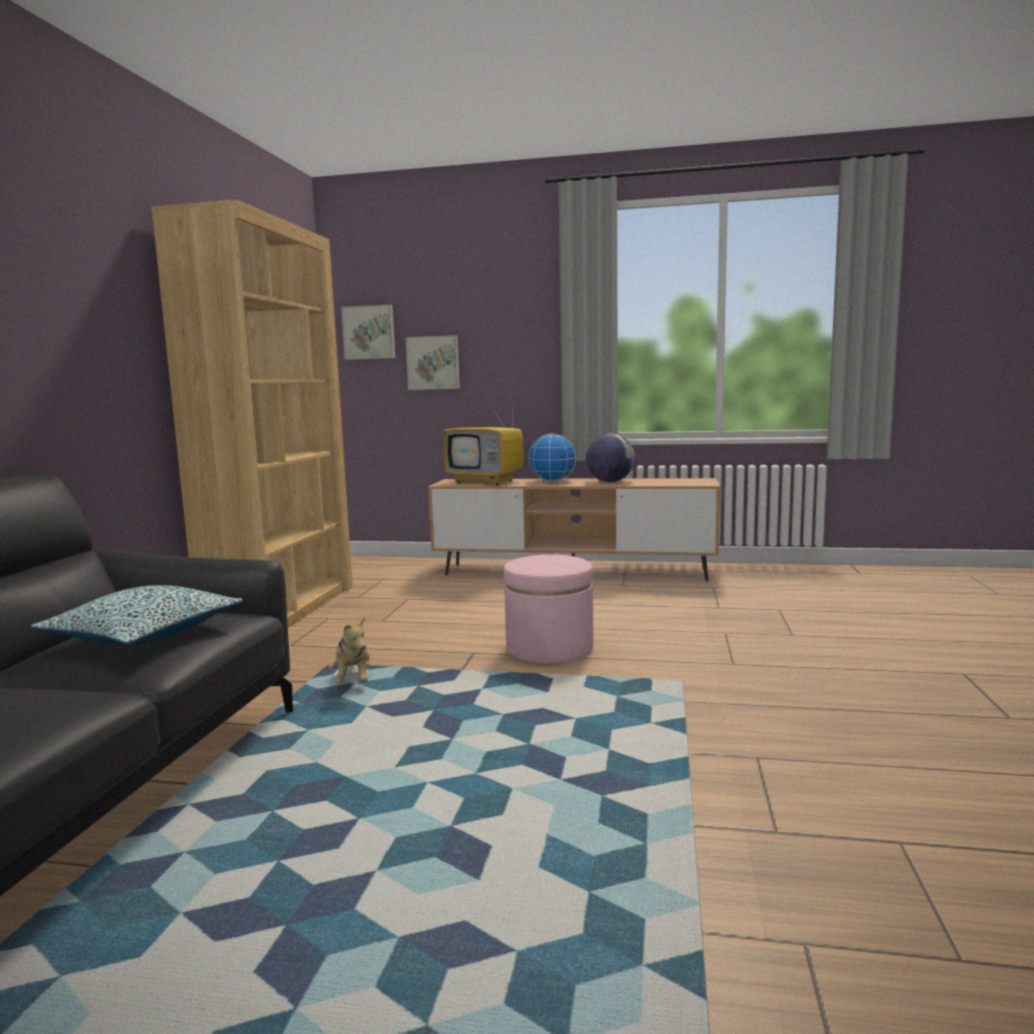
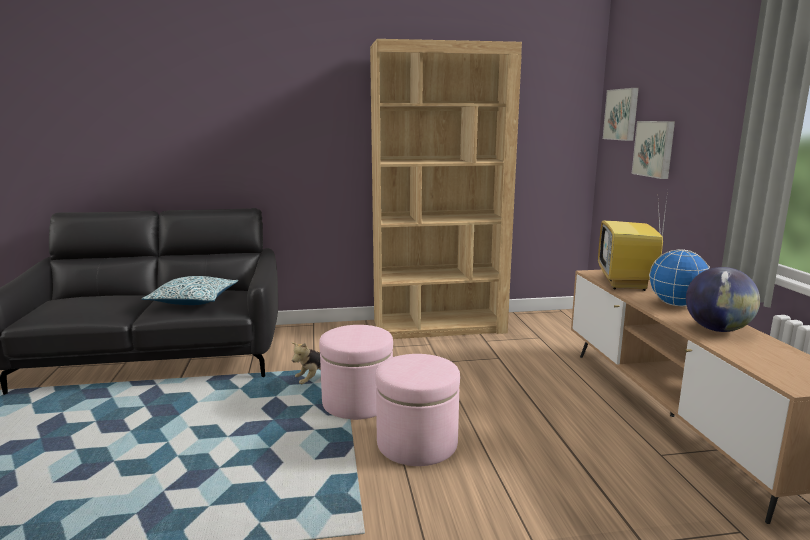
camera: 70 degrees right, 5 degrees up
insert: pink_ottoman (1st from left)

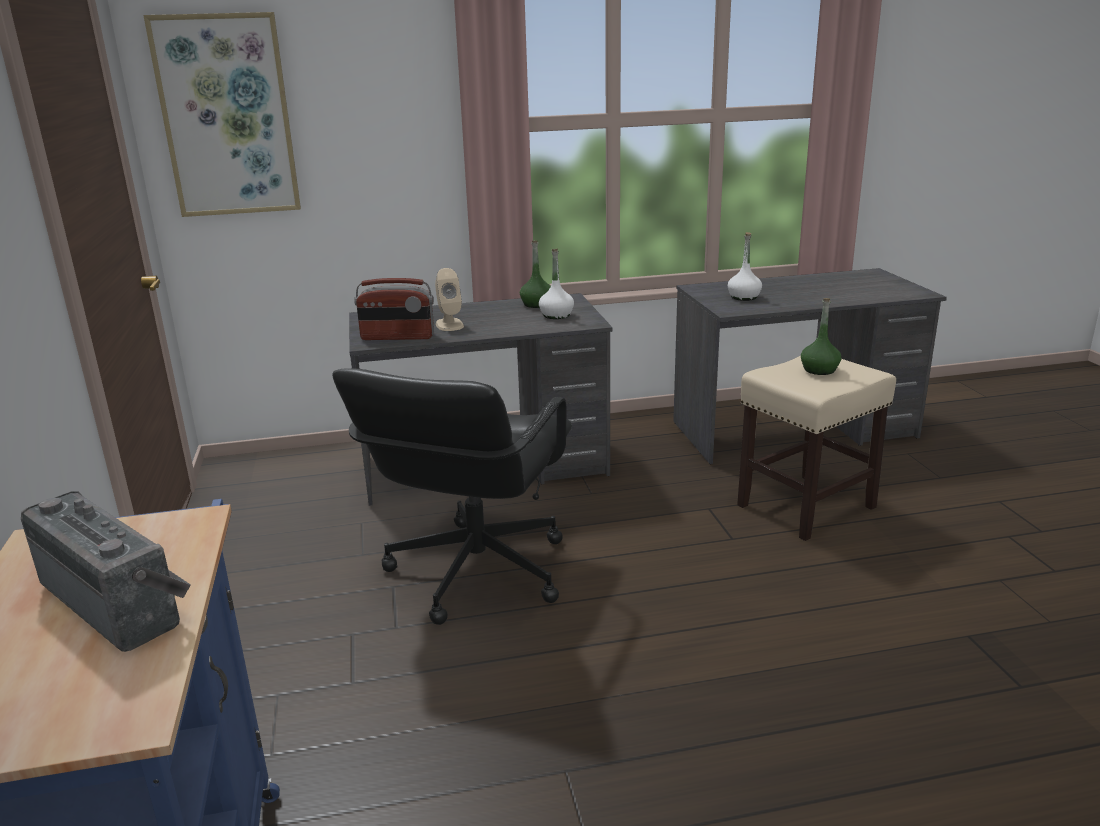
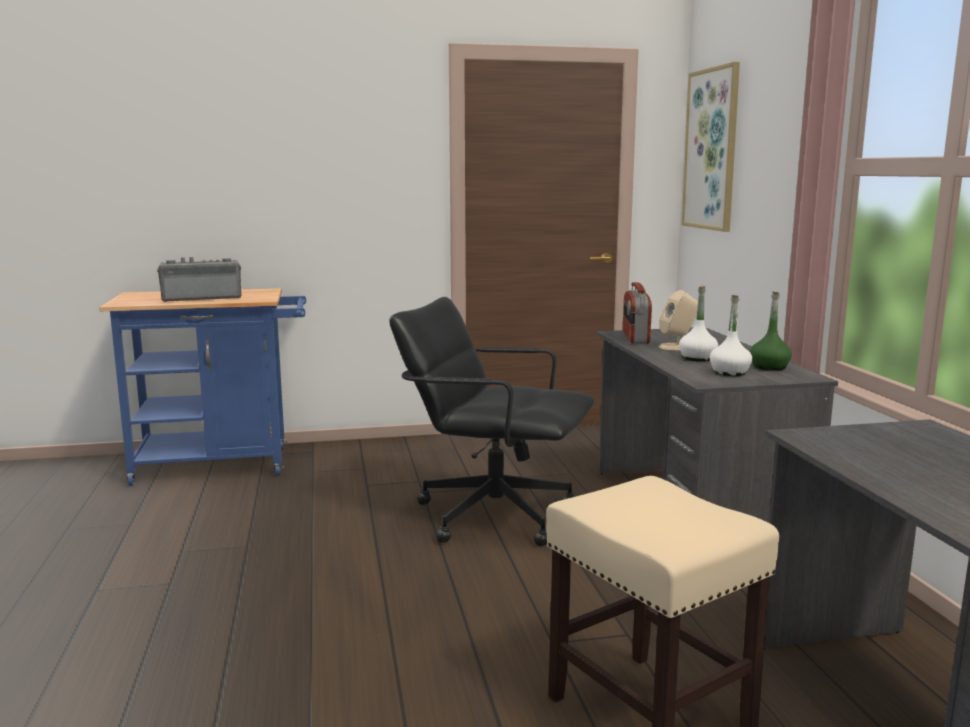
camera: 90 degrees right, 10 degrees down
delete: green_bottle (2nd from left)
move: white_bottle (2nd from left in the first image) to white_bottle (1st from left)
rotate: radio (1st from left) 150 degrees counterclockwise

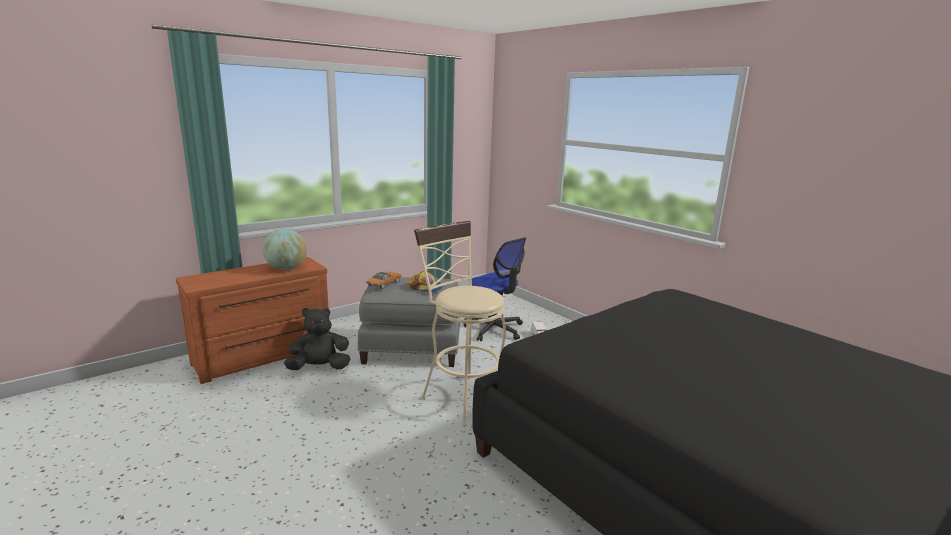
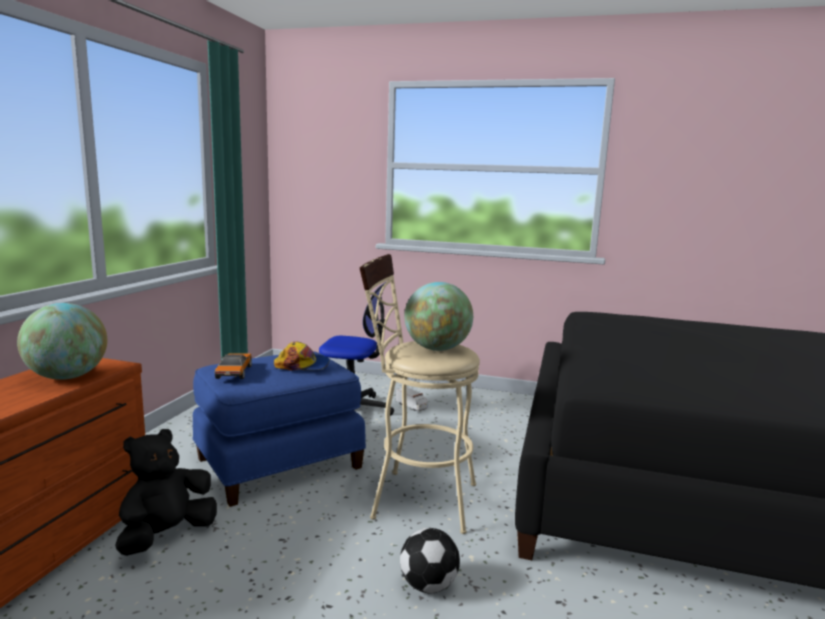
camera: 35 degrees left, 5 degrees down
insert: globe (2nd from left); football
recolor: grey_ottoman to blue_ottoman

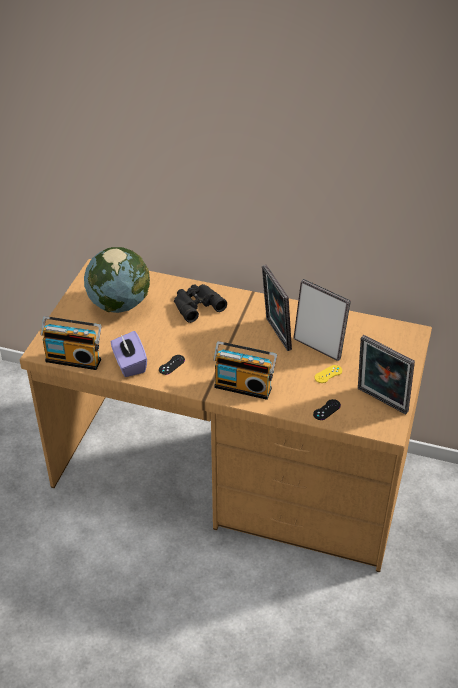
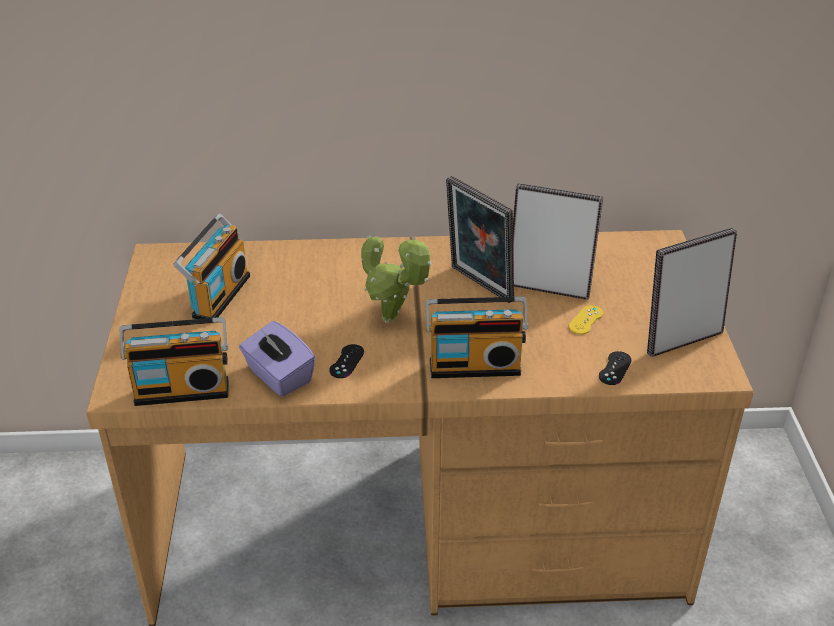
camera: 20 degrees left, 5 degrees down
delete: black_binoculars
insert: potted_plant
replace: globe to radio (2nd from left)
rotate: picture_frame (3rd from left) 135 degrees clockwise

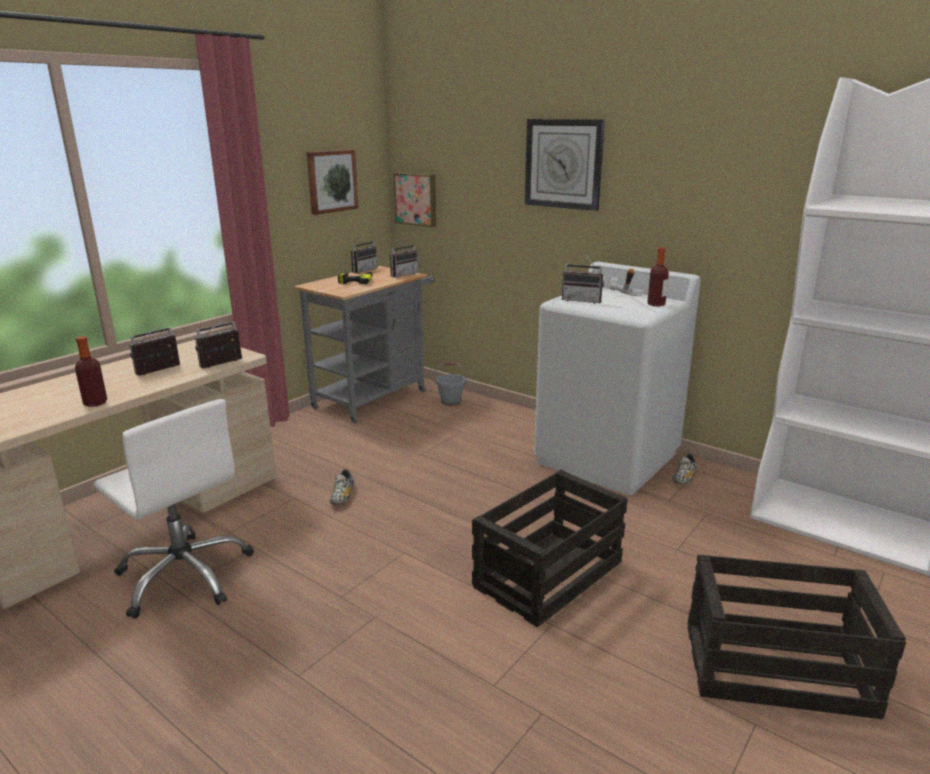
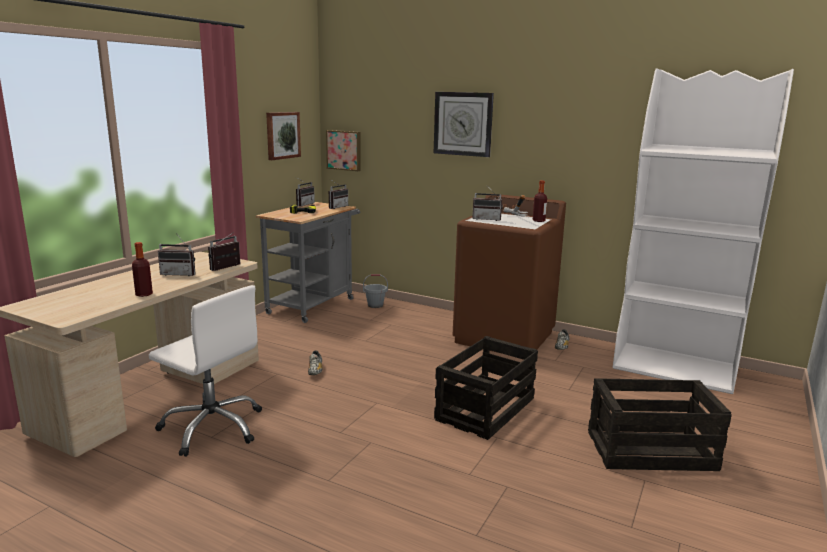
camera: 10 degrees left, 5 degrees down
recolor: white_washing_machine to brown_washing_machine
rotate: radio (1st from left) 120 degrees counterclockwise

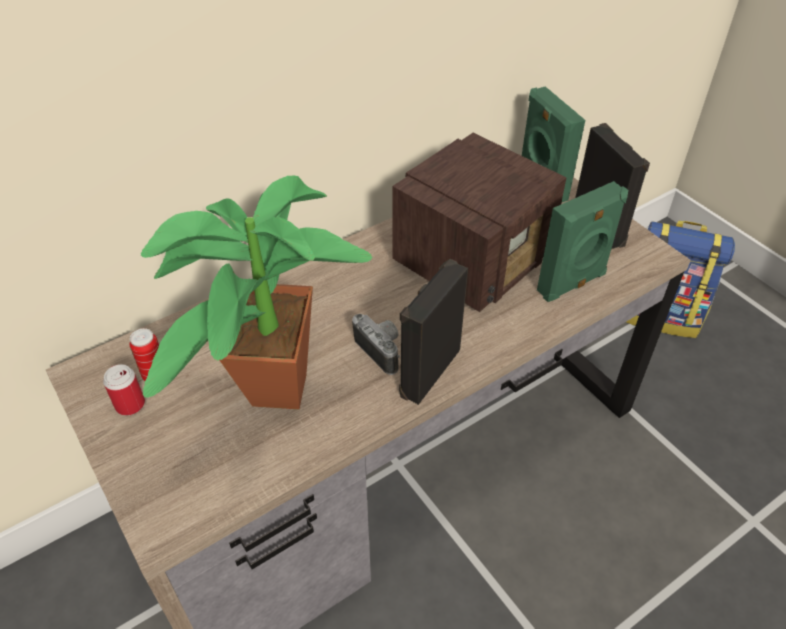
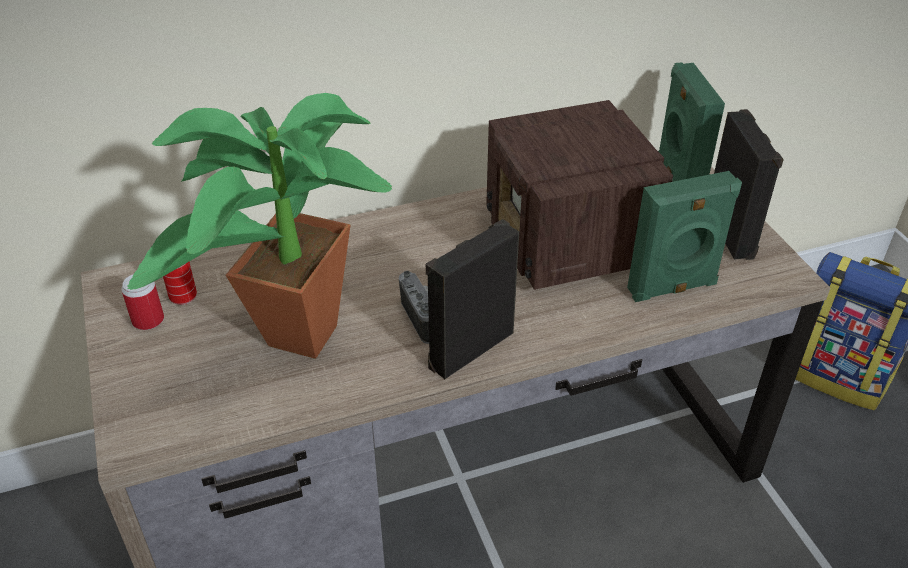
camera: 15 degrees right, 5 degrees down
rotate: radio 105 degrees clockwise

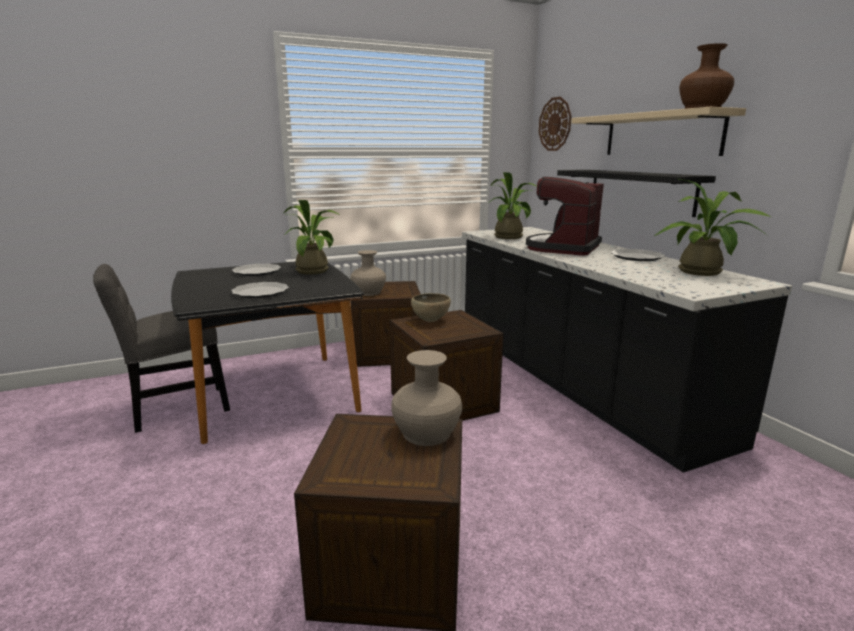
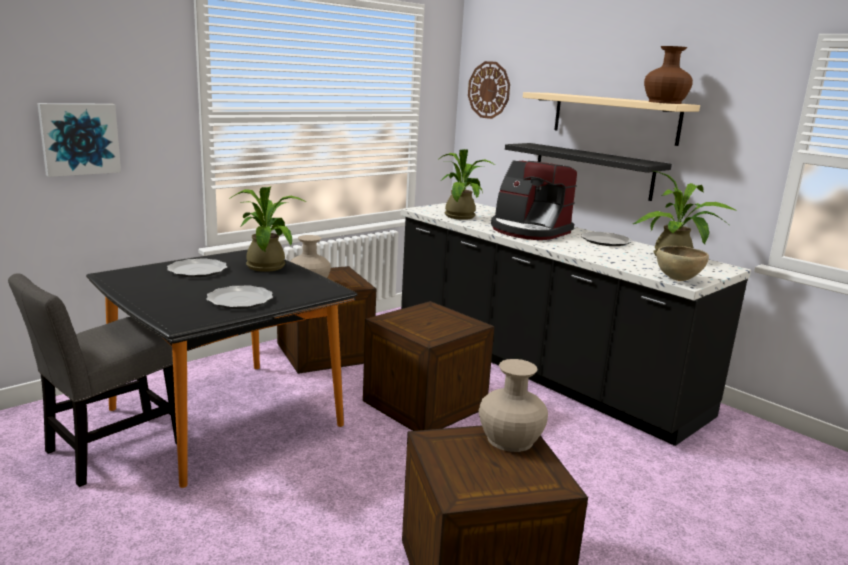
camera: 20 degrees left, 0 degrees up
insert: picture
move: brown_bowl
rotate: coffee_machine 60 degrees counterclockwise

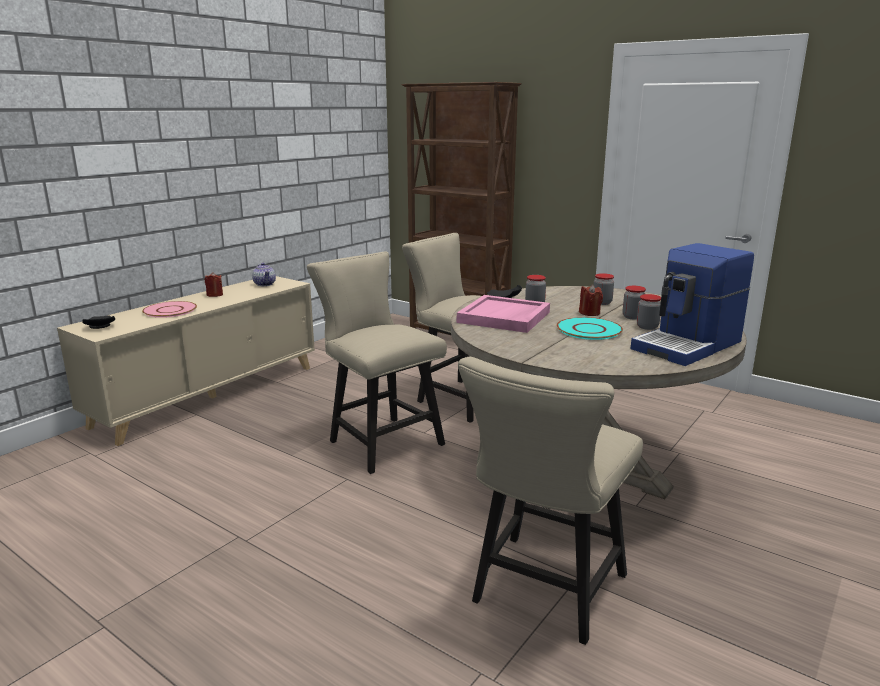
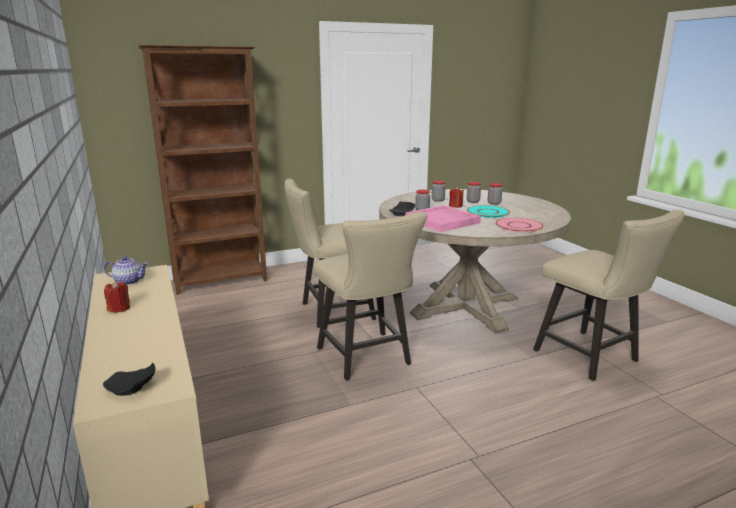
camera: 60 degrees left, 0 degrees up
delete: coffee_machine
move: pink_plate
rotate: beige_chair (1st from left in the first image) 105 degrees counterclockwise

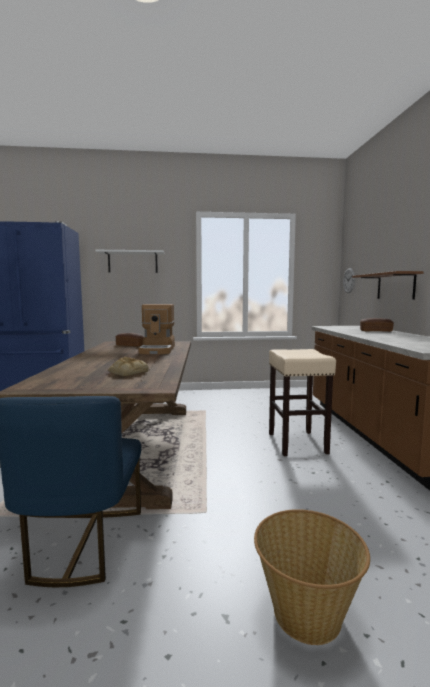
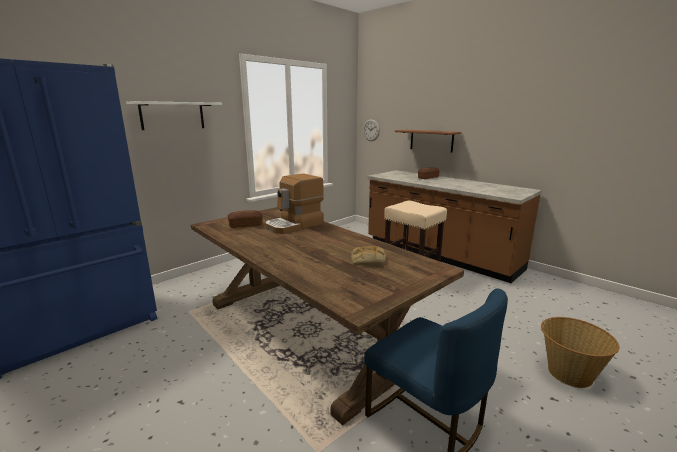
camera: 40 degrees left, 10 degrees up
rotate: coffee_machine 90 degrees clockwise

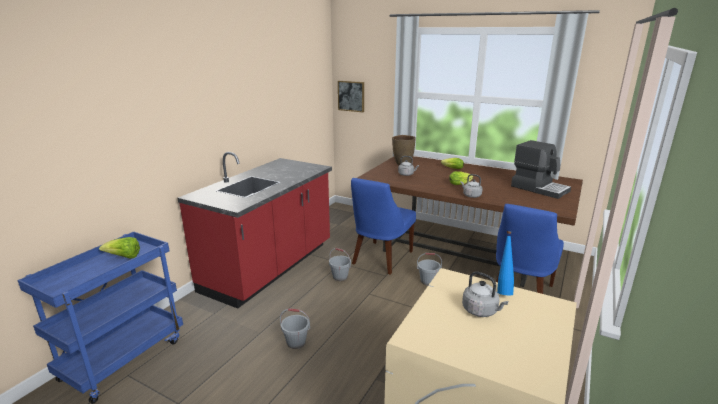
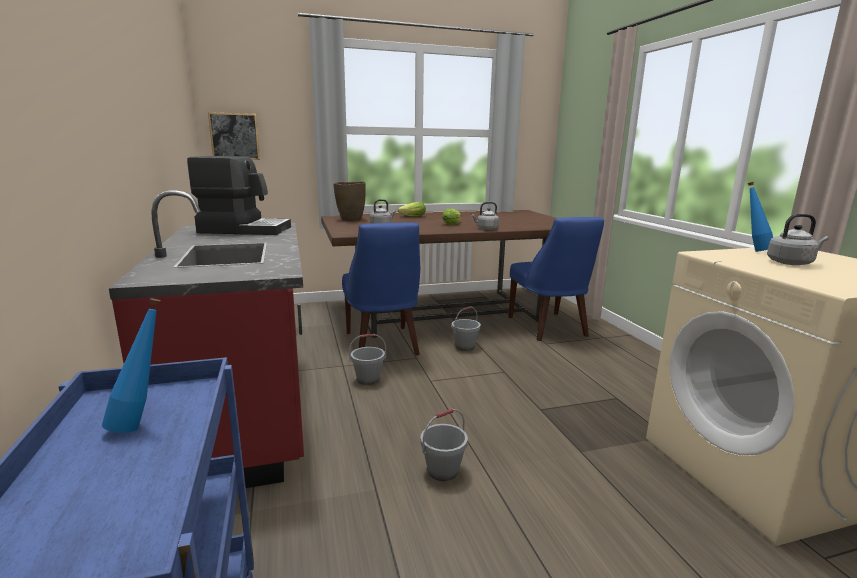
camera: 45 degrees left, 5 degrees down
move: coffee_machine
replace: lettuce (1st from left) to blue_bottle (1st from left)

